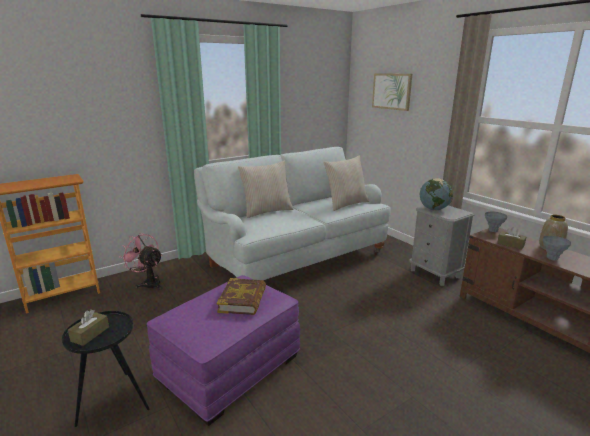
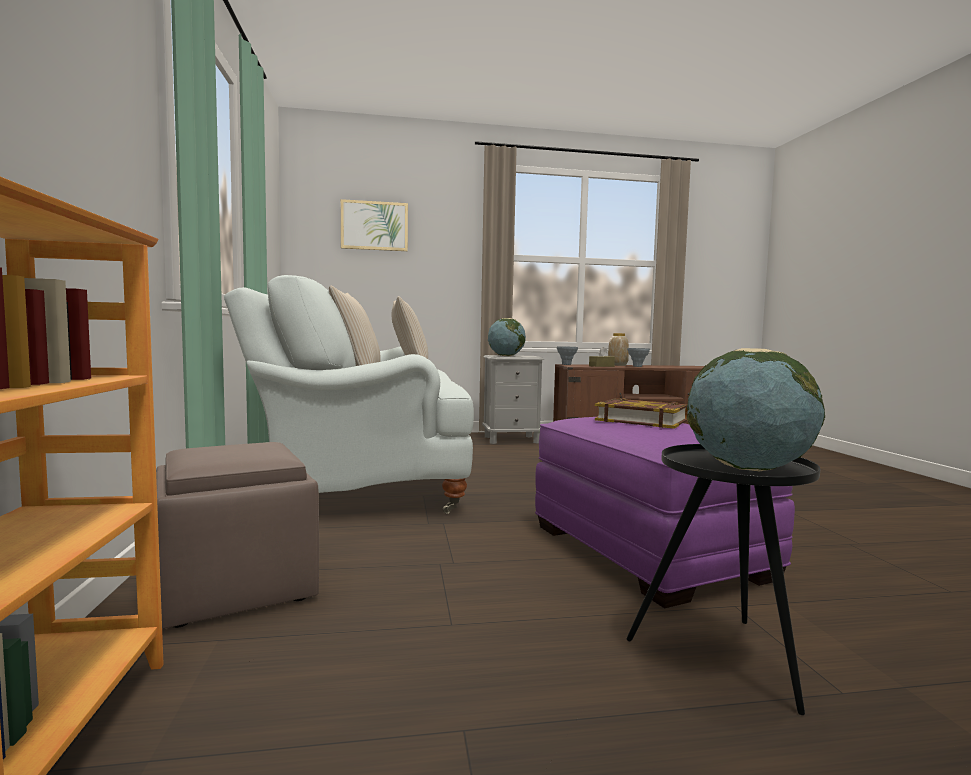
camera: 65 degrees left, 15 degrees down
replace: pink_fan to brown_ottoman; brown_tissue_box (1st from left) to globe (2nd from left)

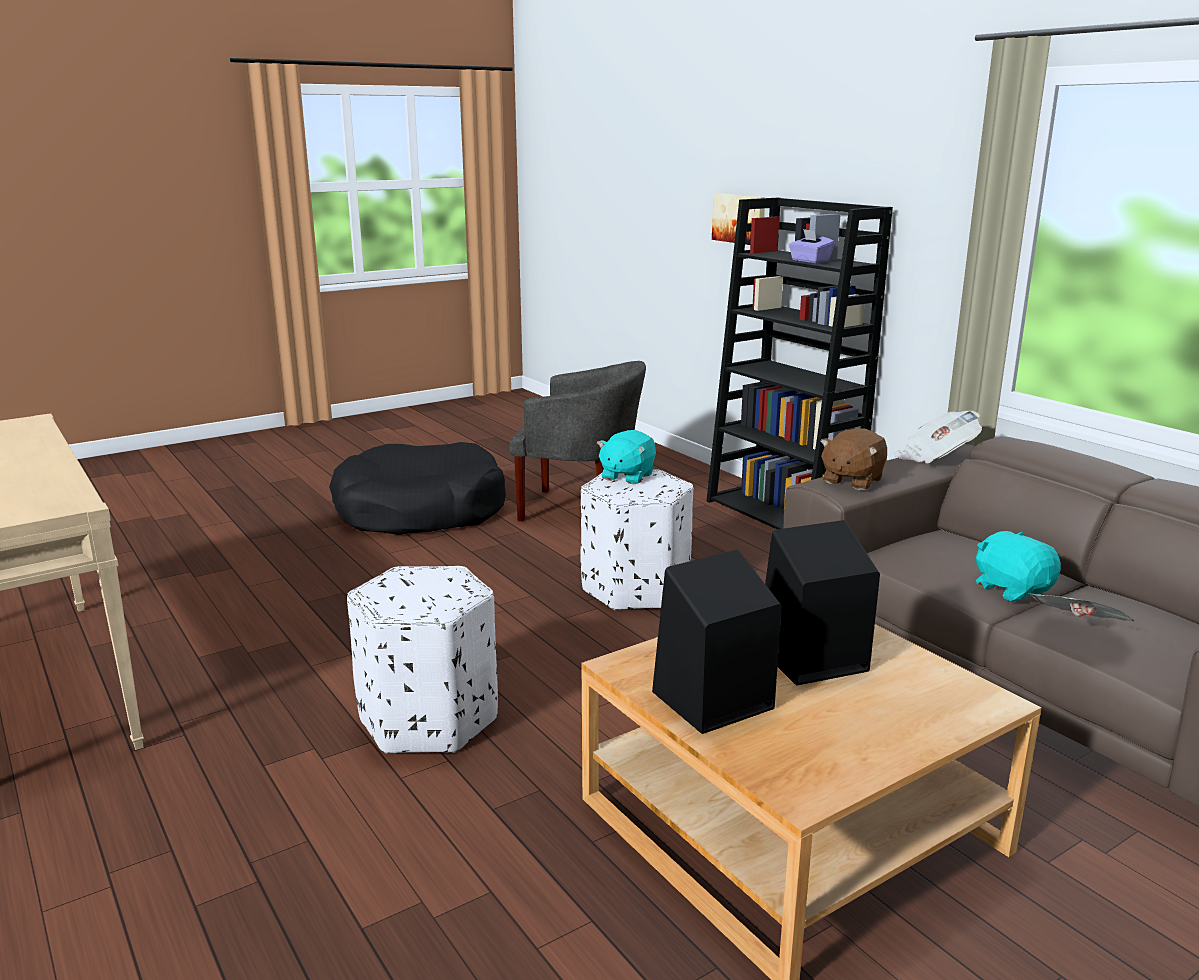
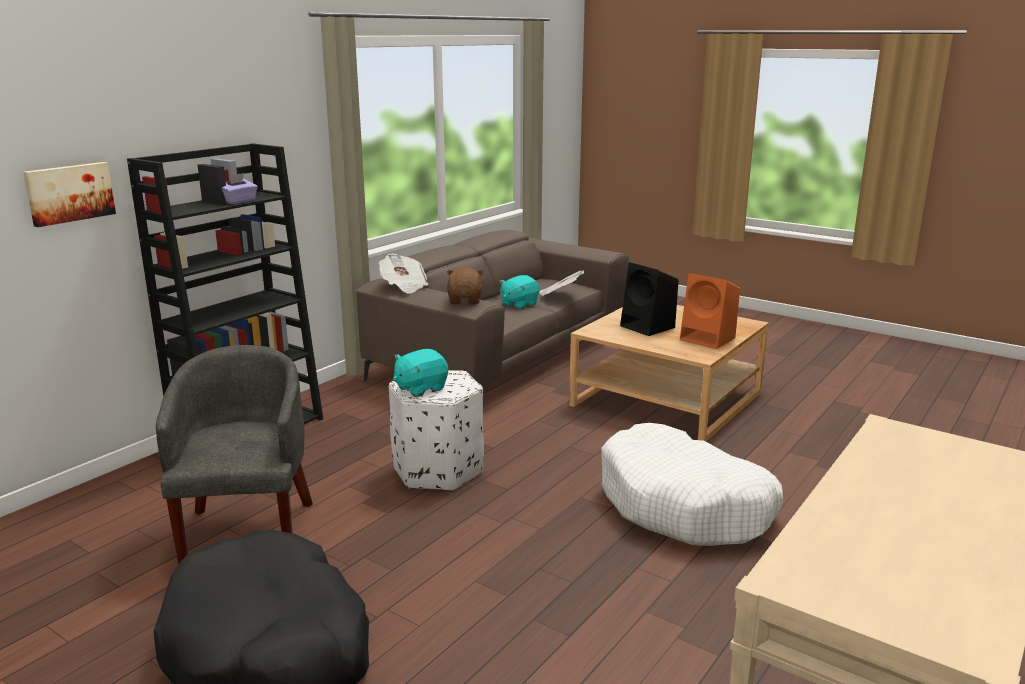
camera: 110 degrees left, 0 degrees up
replace: white_ottoman (1st from left) to white_dog_bed
recolor: black_speaker (1st from left) to orange_speaker
rotate: brown_plush_toy 105 degrees counterclockwise; turquoise_plush_toy (1st from left) 135 degrees clockwise

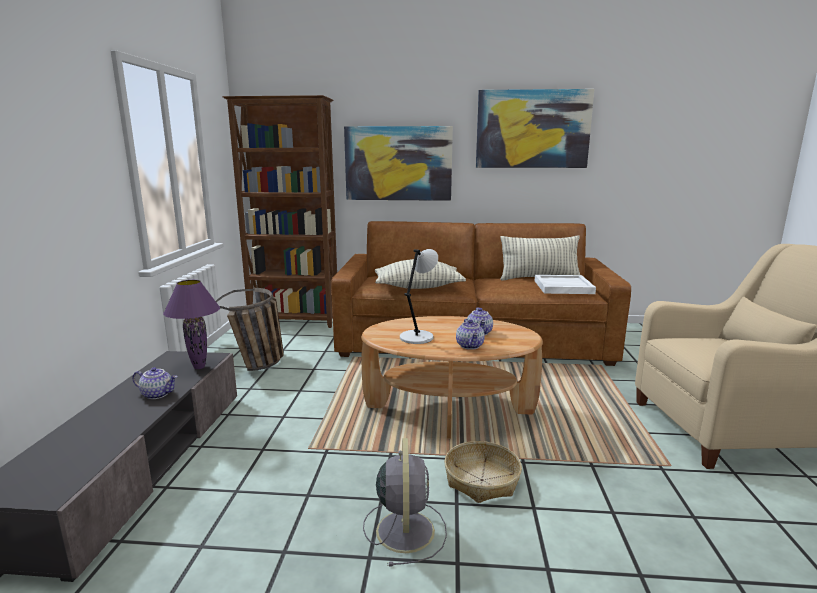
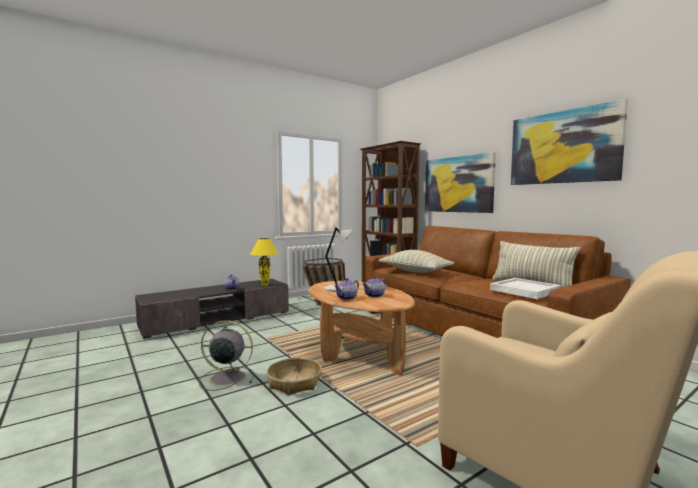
camera: 50 degrees right, 10 degrees down
recolor: purple_table_lamp to yellow_table_lamp
rotate: grey_fan 135 degrees counterclockwise

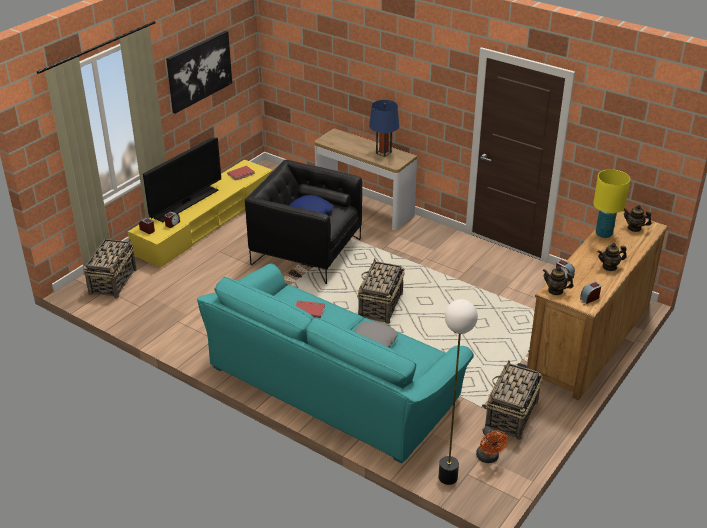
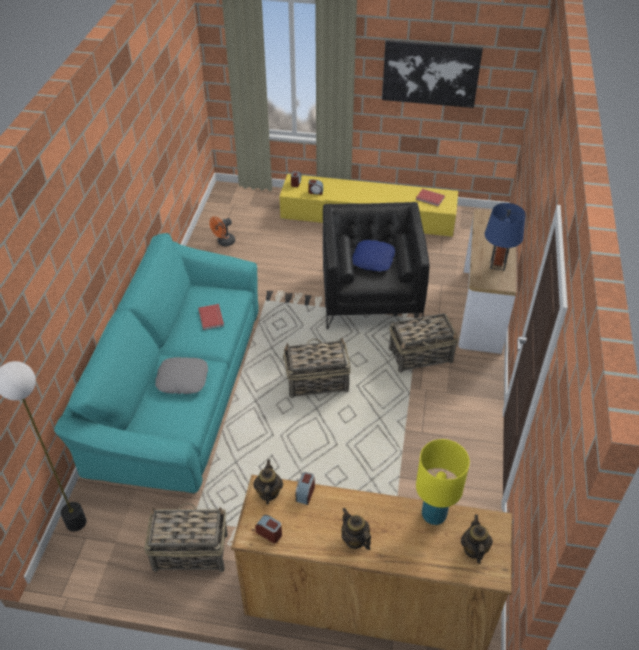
camera: 65 degrees right, 10 degrees up
delete: television
move: basket (1st from left in the first image) to basket (3rd from left); orange_fan

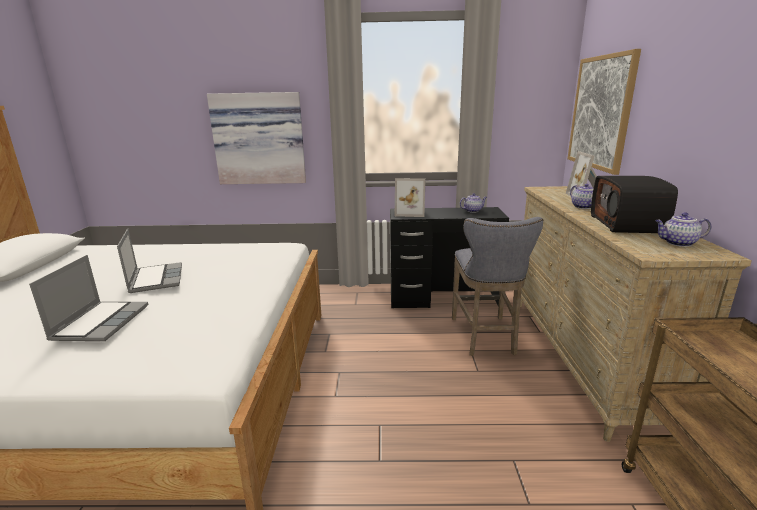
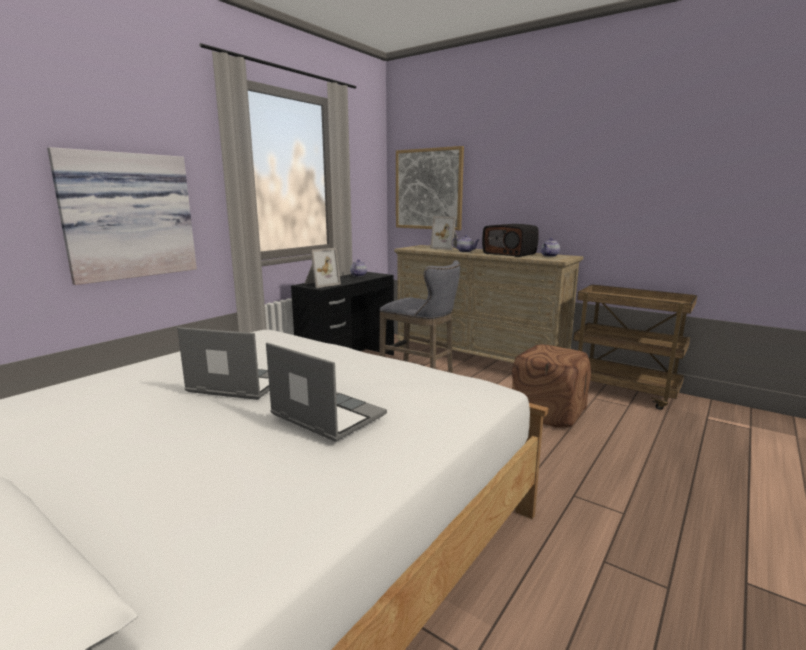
camera: 55 degrees left, 5 degrees down
insert: brown_ottoman

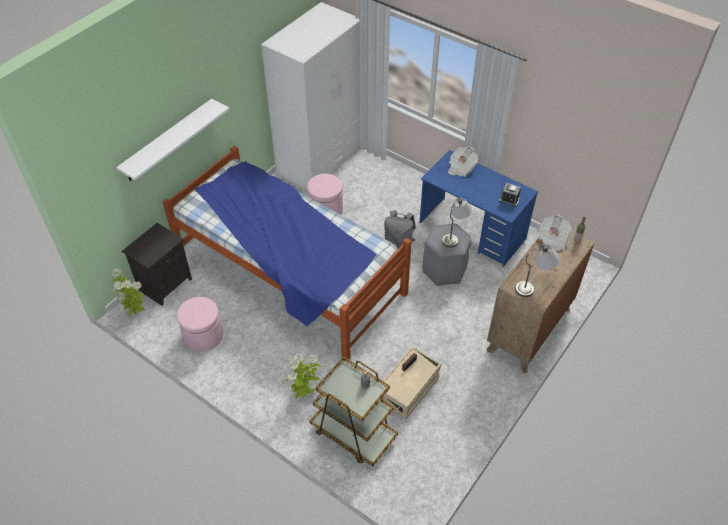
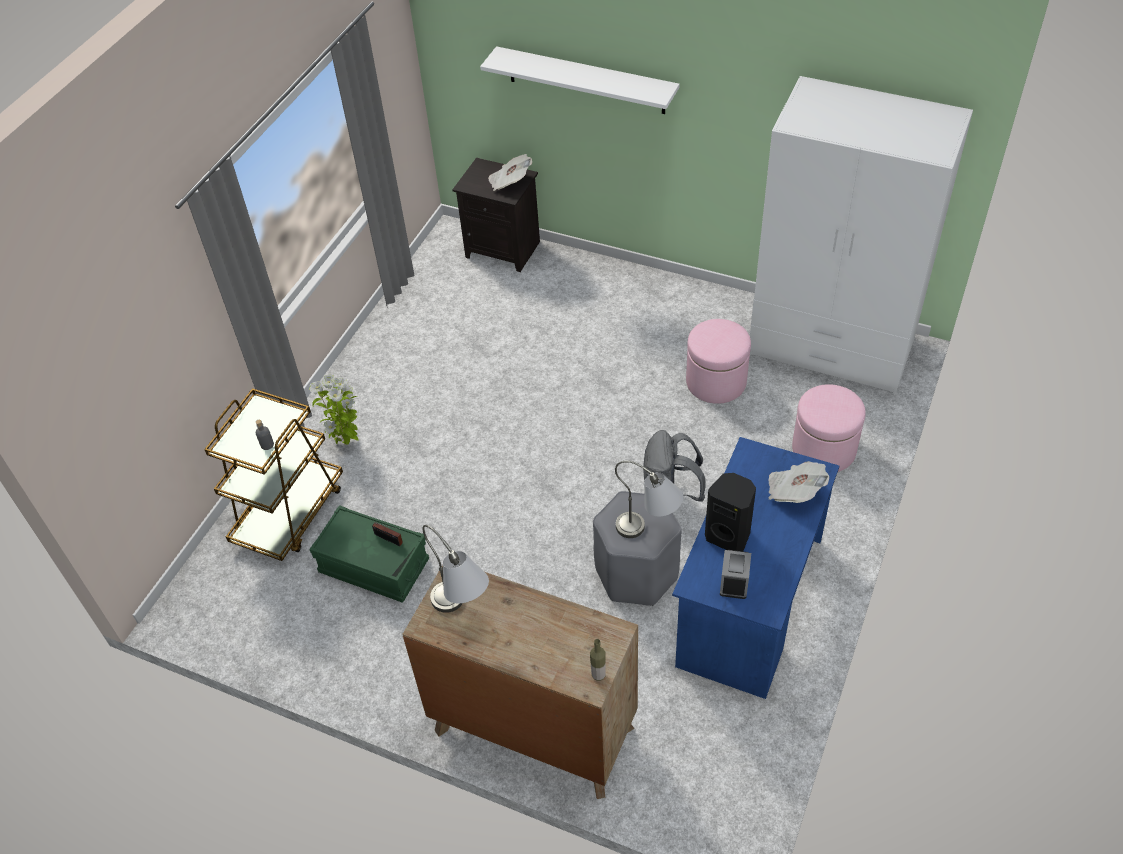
camera: 80 degrees right, 0 degrees up
delete: bed; potted_plant (1st from left)
insert: black_speaker
move: newspaper (2nd from left in the first image) to newspaper (1st from left); pink_ottoman (1st from left in the first image) to pink_ottoman (2nd from left)
recolor: beige_storage_box to green_storage_box

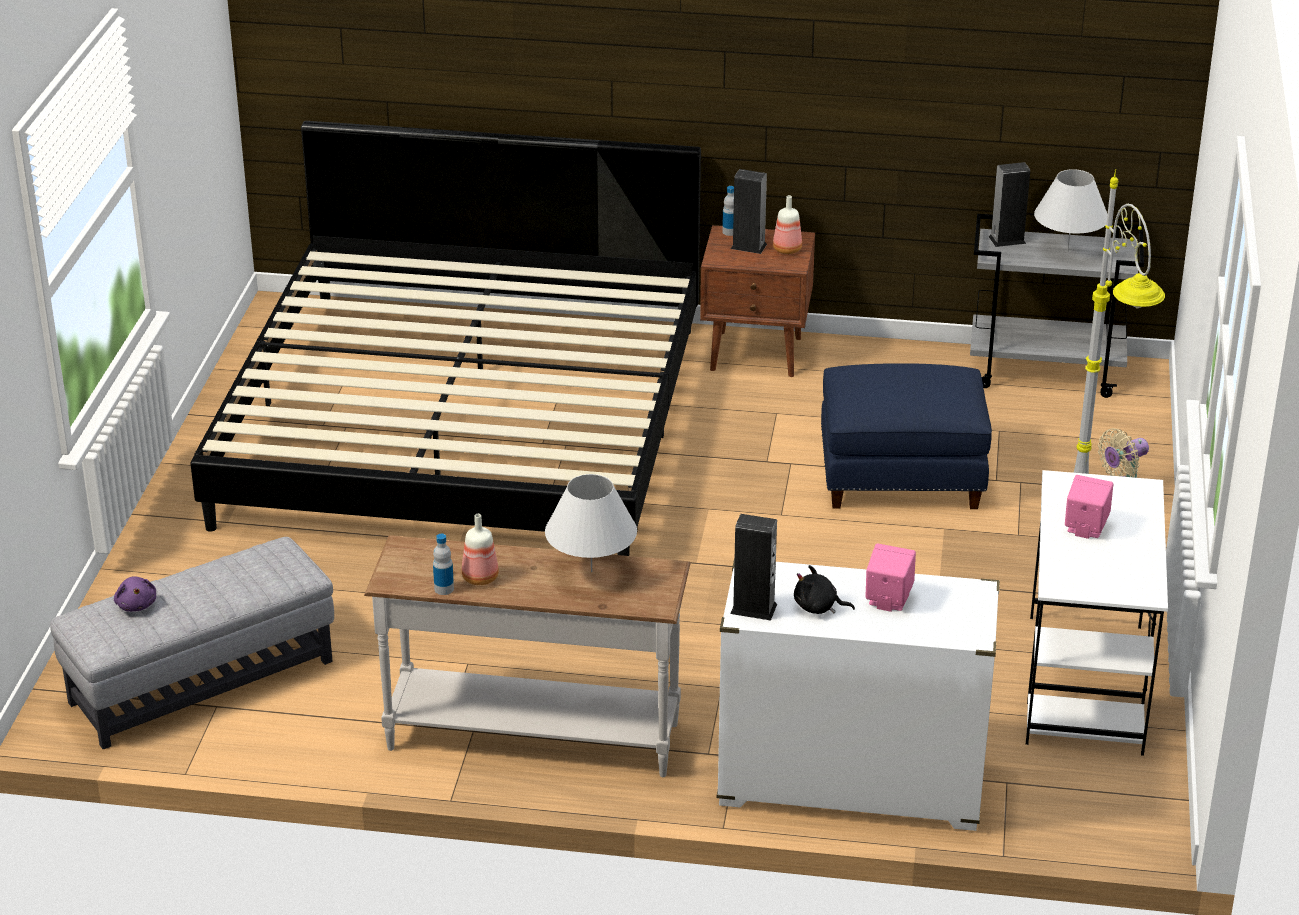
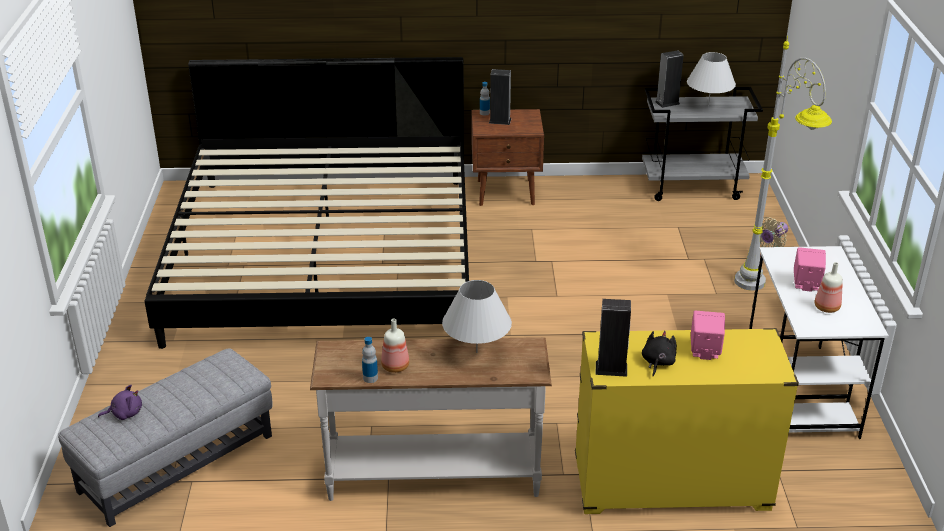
camera: 10 degrees left, 0 degrees up
delete: blue_ottoman
move: bottle (4th from left)
recolor: white_dresser to yellow_dresser
rotate: black_plush_toy 105 degrees clockwise; purple_plush_toy 75 degrees counterclockwise

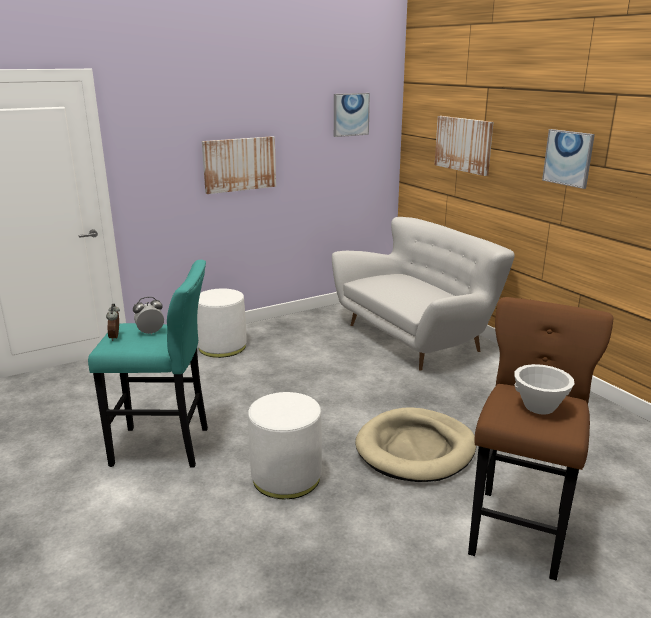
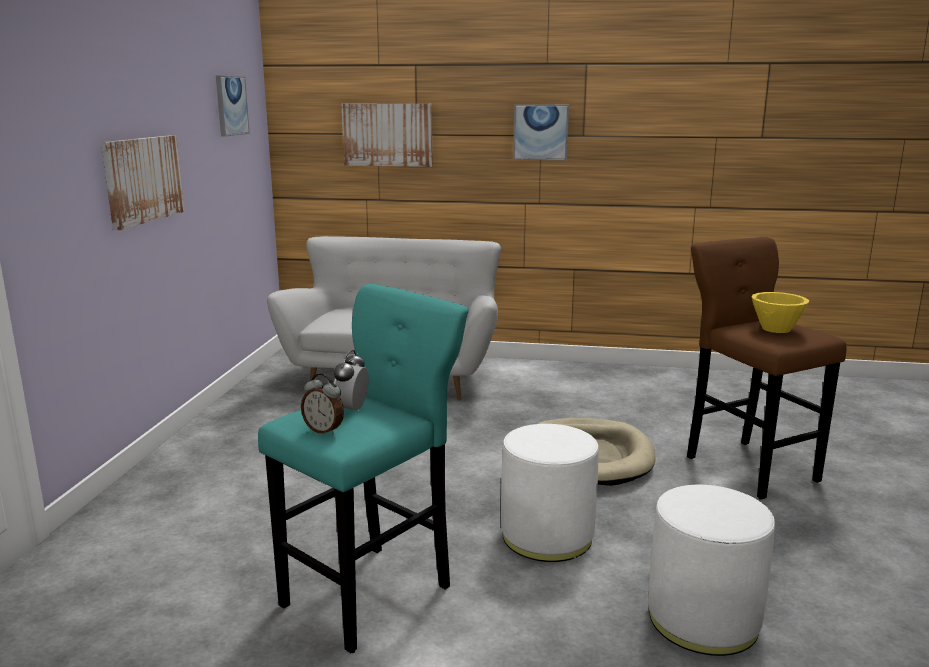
camera: 50 degrees left, 5 degrees down
move: white_ottoman (1st from left in the first image) to white_ottoman (2nd from left)
recolor: white_bowl to yellow_bowl

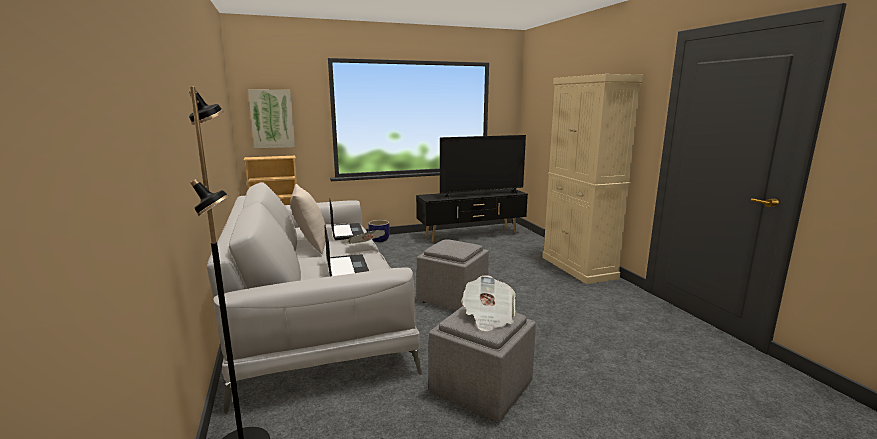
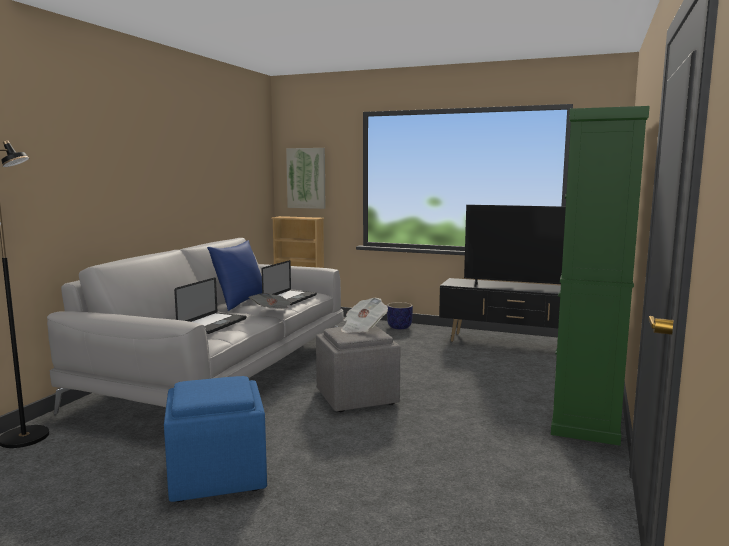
camera: 40 degrees right, 5 degrees down
move: newspaper (2nd from left)
recolor: beige_cabinet to green_cabinet; beige_pillow to blue_pillow; grey_ottoman (2nd from left) to blue_ottoman

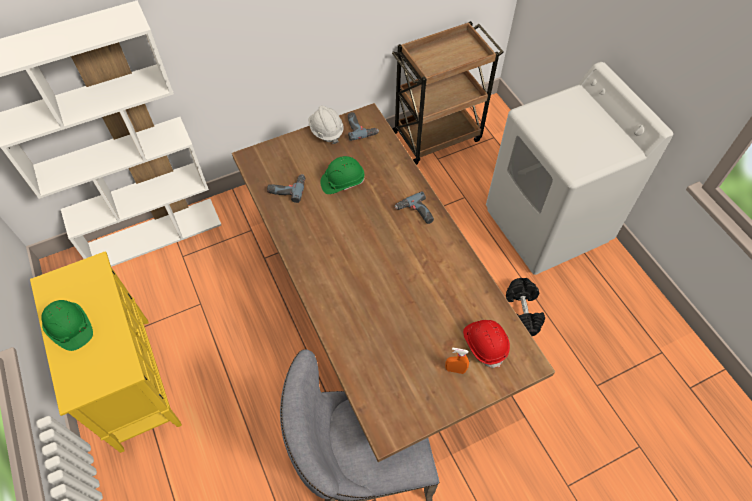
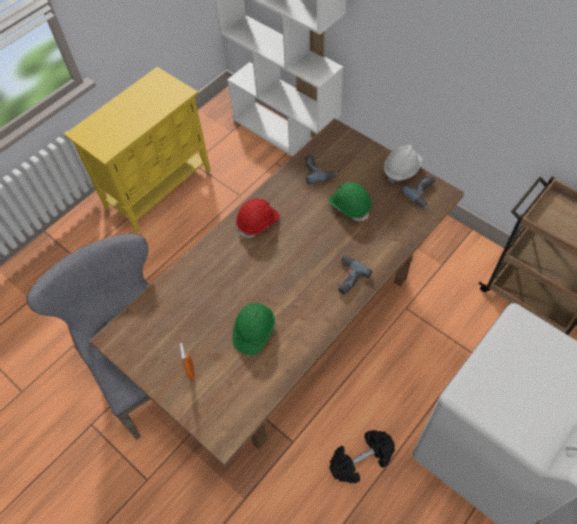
camera: 70 degrees right, 0 degrees up
move: green_hard_hat (1st from left); red_hard_hat

